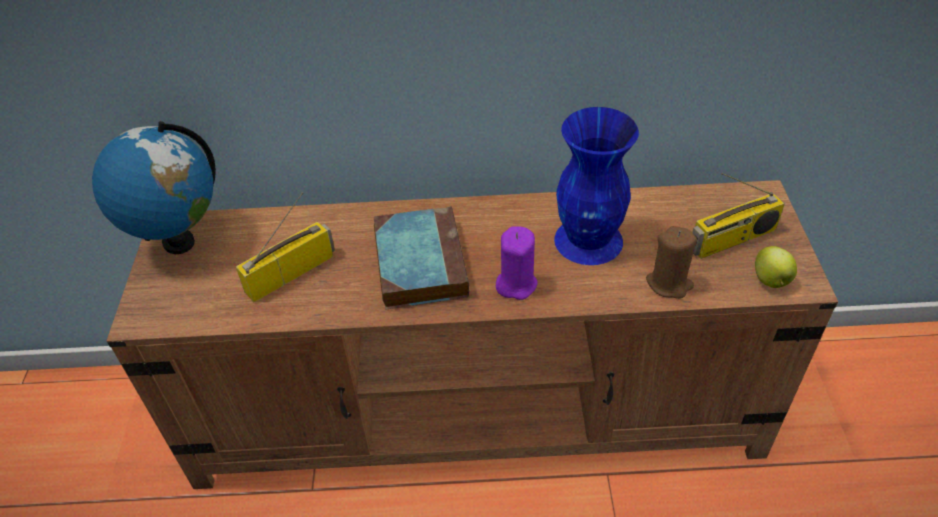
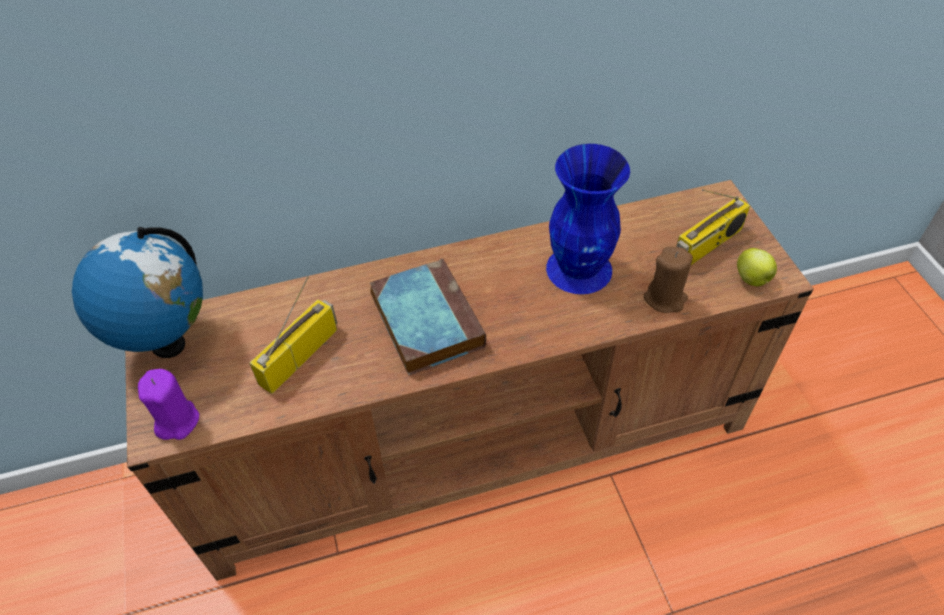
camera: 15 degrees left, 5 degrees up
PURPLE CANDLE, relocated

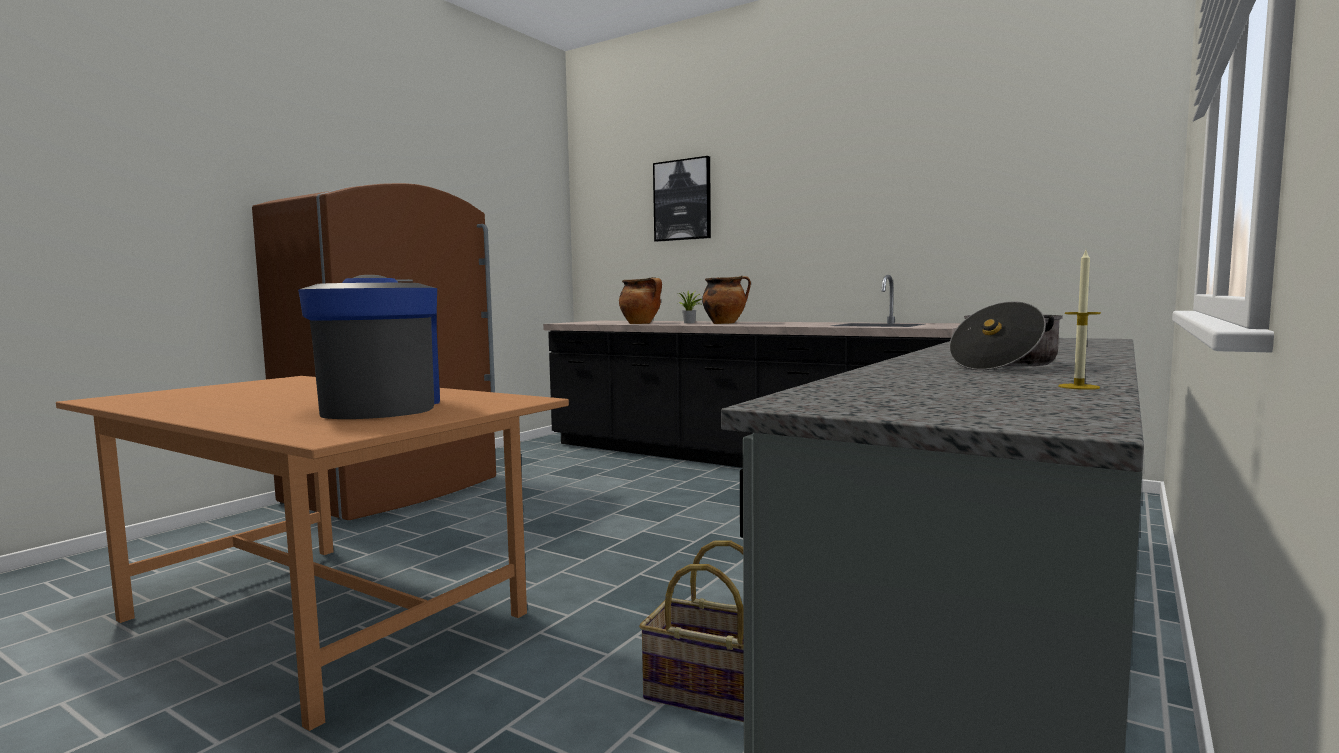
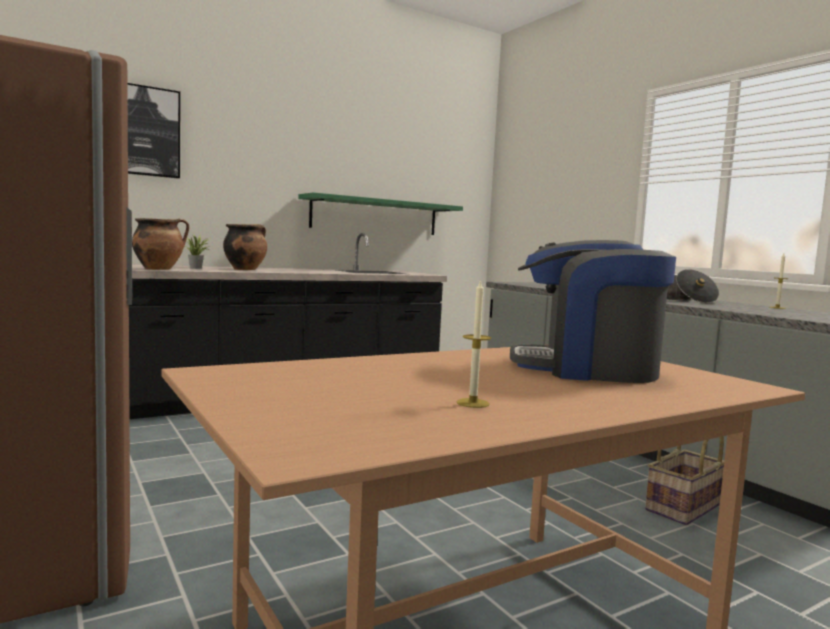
camera: 65 degrees left, 0 degrees up
nothing => GREEN-COLOURED SHELF
nothing => CANDLE (no. 1 from left)

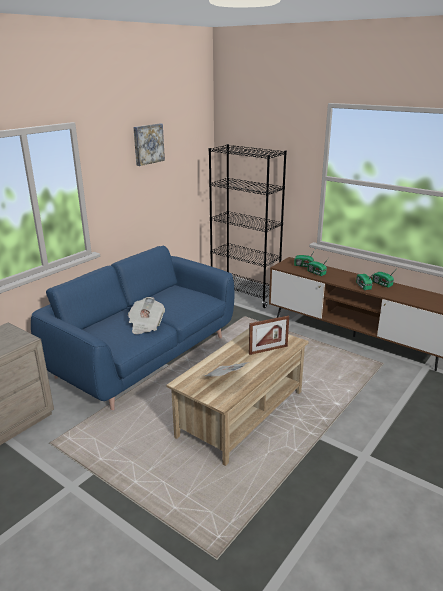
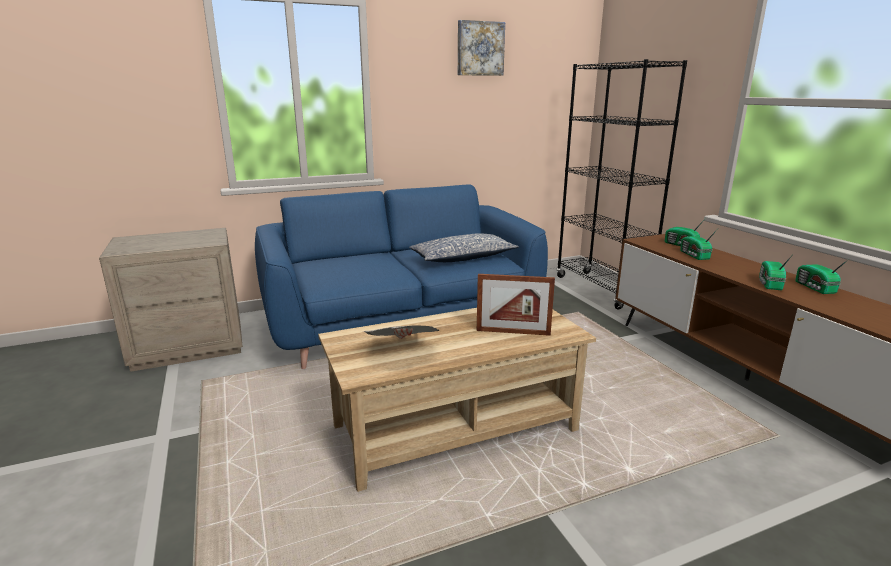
camera: 30 degrees right, 5 degrees down
PRINTED PAPER (no. 1 from left) => nothing
nothing => PILLOW

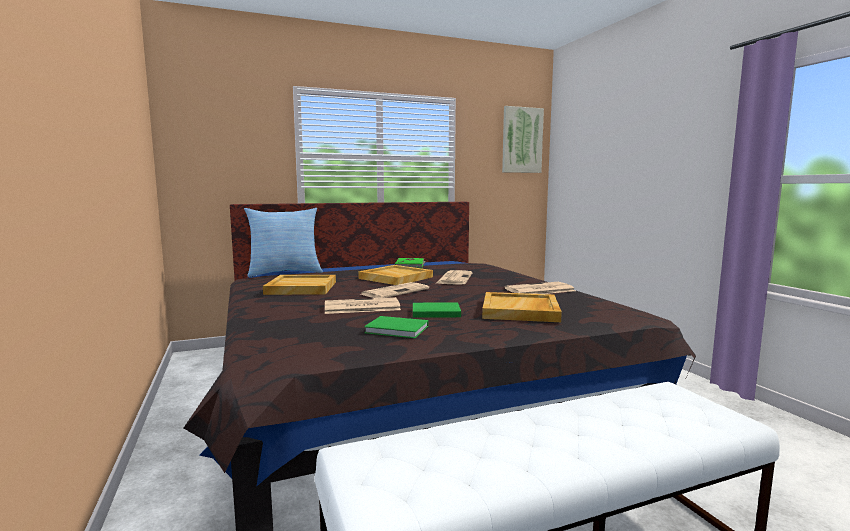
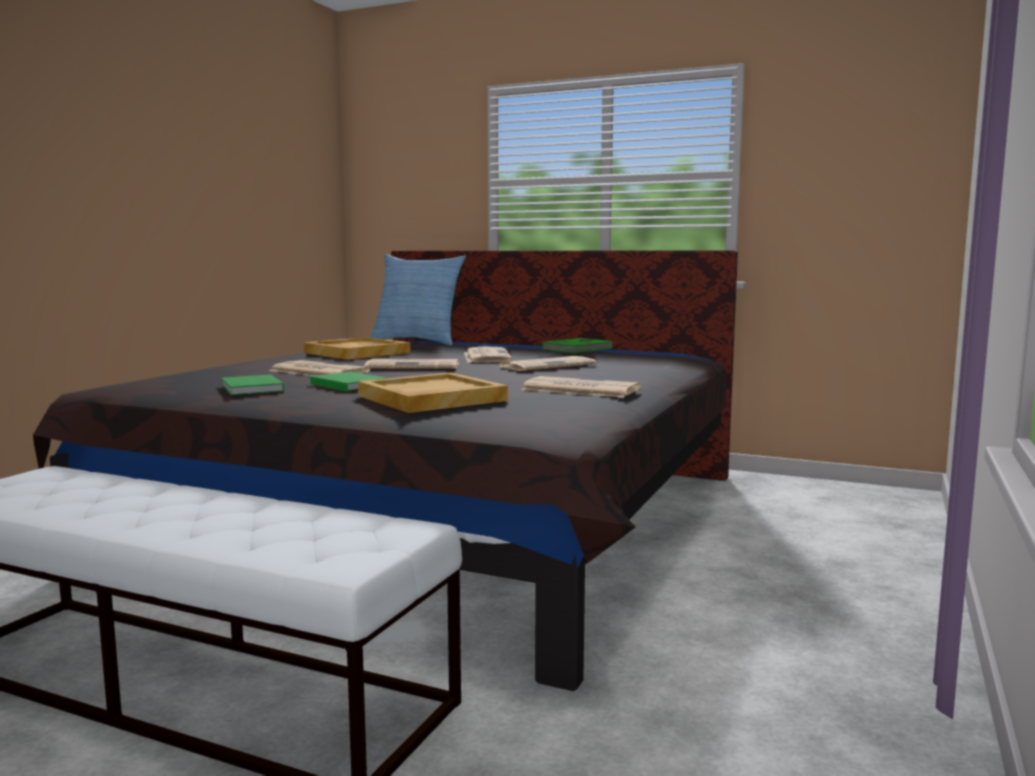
camera: 45 degrees right, 0 degrees up
SAND-COLOURED TRAY (no. 2 from left) => PRINTED PAPER (no. 3 from left)
PICTURE => nothing

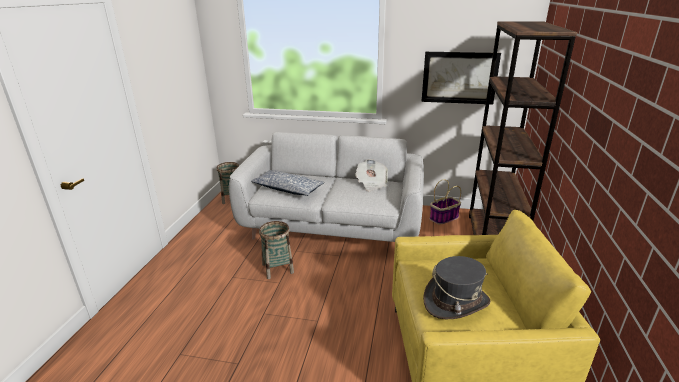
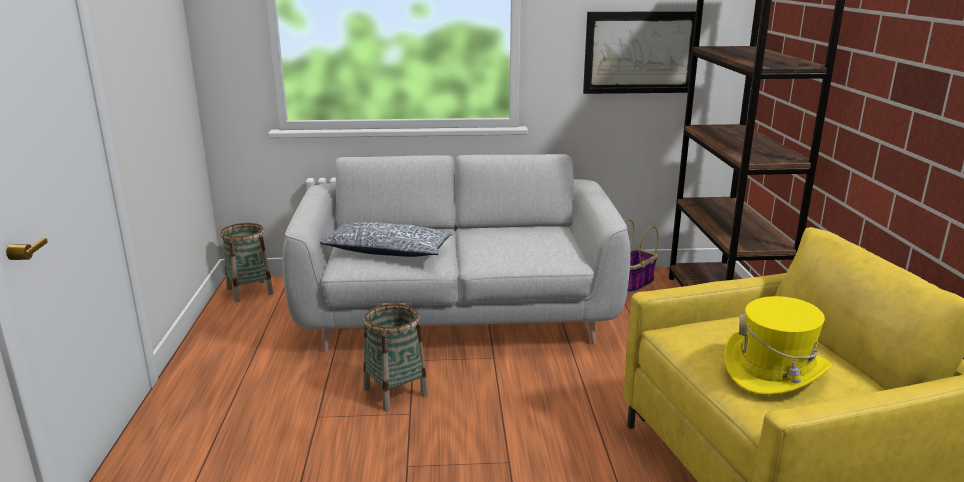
camera: 15 degrees left, 5 degrees down
PRINTED PAPER => nothing
GREY CLOTHING HAT => YELLOW CLOTHING HAT

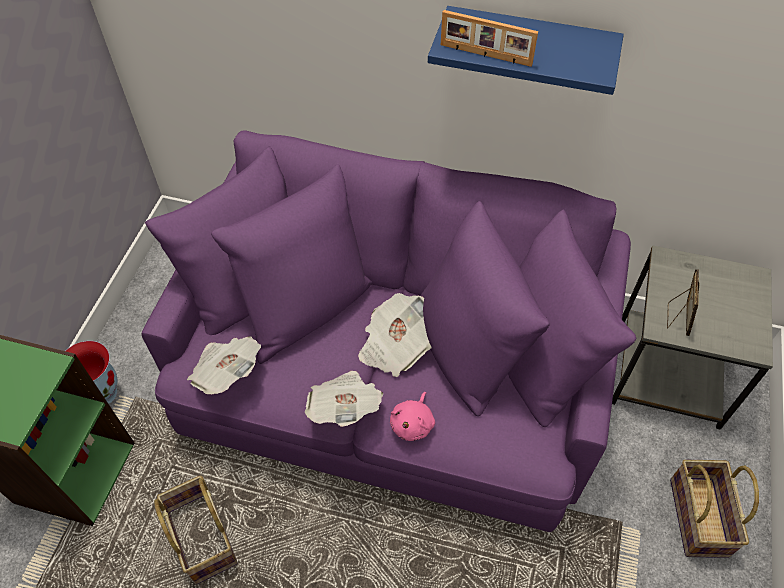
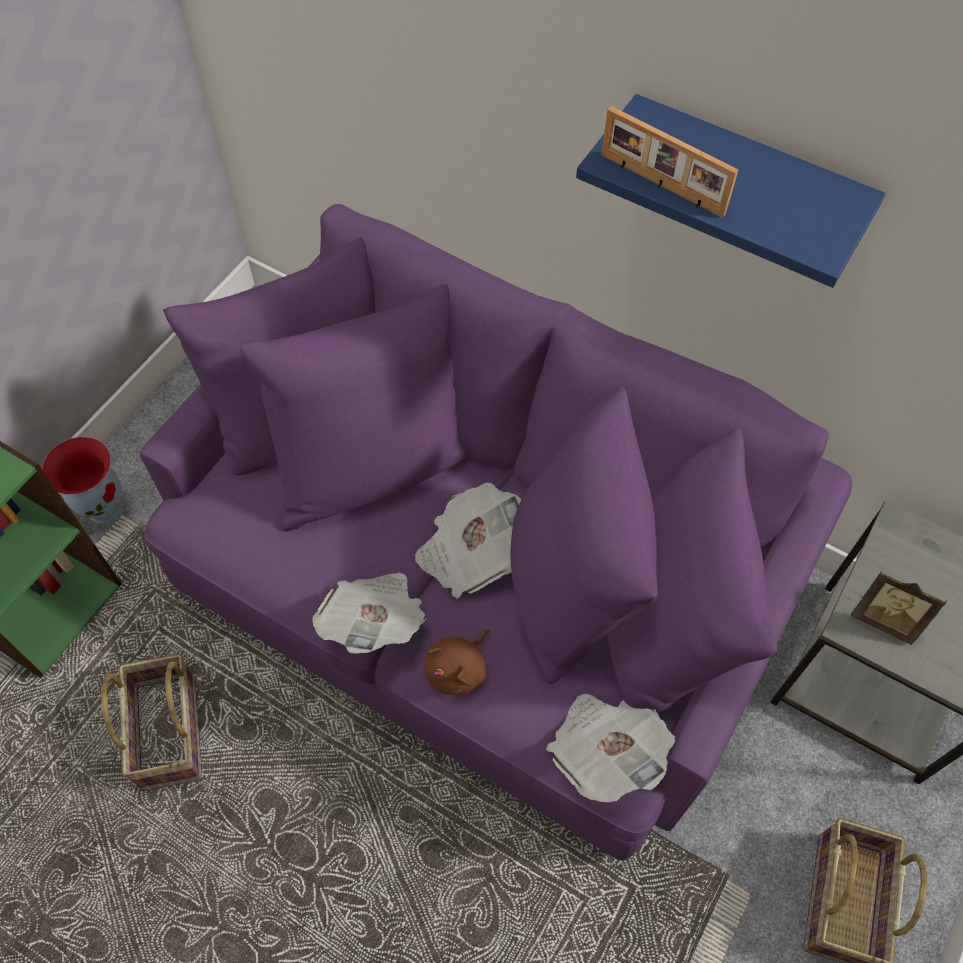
camera: 15 degrees right, 5 degrees up
PRINTED PAPER (no. 1 from left in the first image) => PRINTED PAPER (no. 3 from left), relocated
PINK CUDDLY TOY => BROWNISH CUDDLY TOY
PHOTO FRAME (no. 2 from left), 90 degrees clockwise

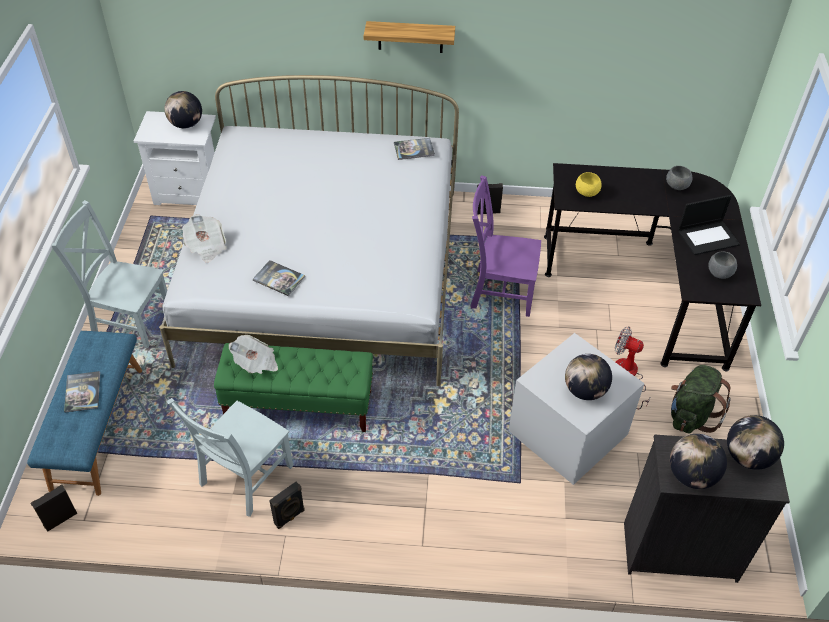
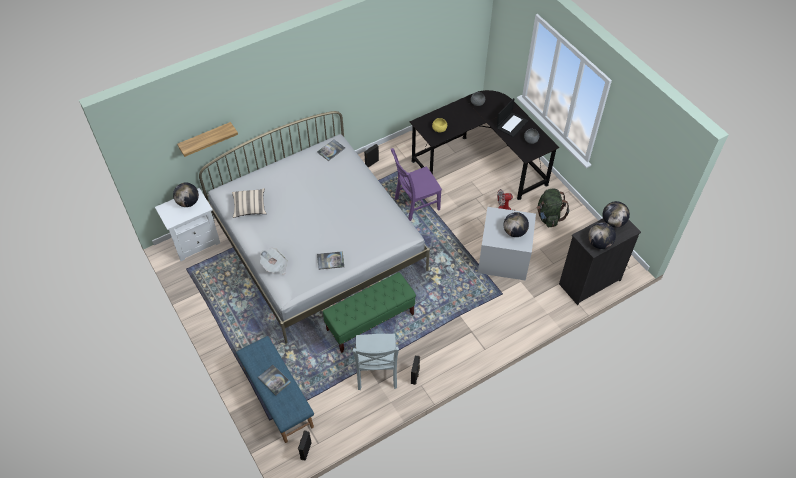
camera: 35 degrees left, 5 degrees up
GREY PLAIN CHAIR (no. 1 from left) => nothing
PRINTED PAPER (no. 2 from left) => nothing
SHELF, relocated
nothing => SAND-COLOURED PILLOW

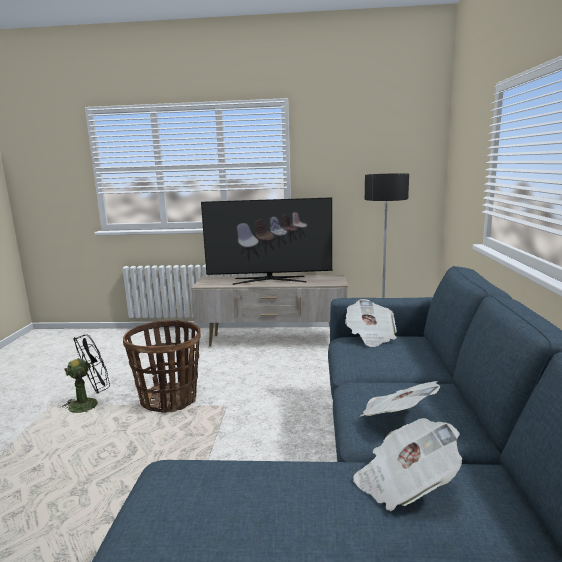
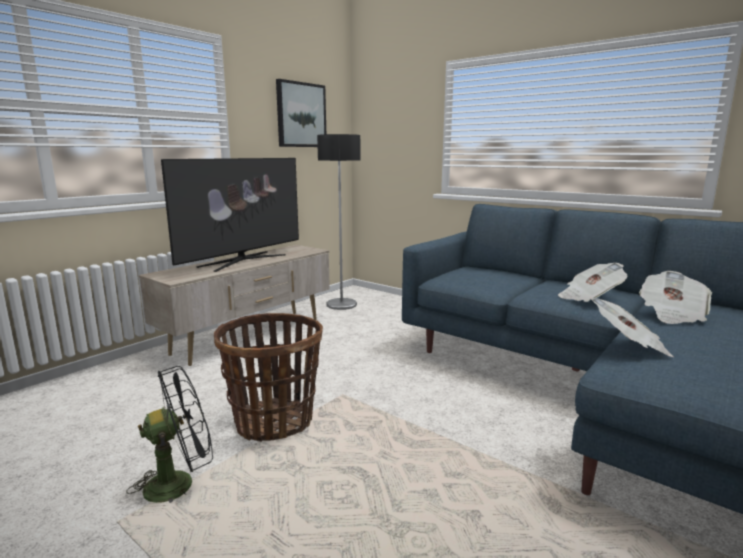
camera: 55 degrees left, 0 degrees up
BLACKISH COOLING FAN, 60 degrees clockwise
PRINTED PAPER (no. 1 from left in the first image) => PRINTED PAPER (no. 2 from left), relocated
nothing => PICTURE

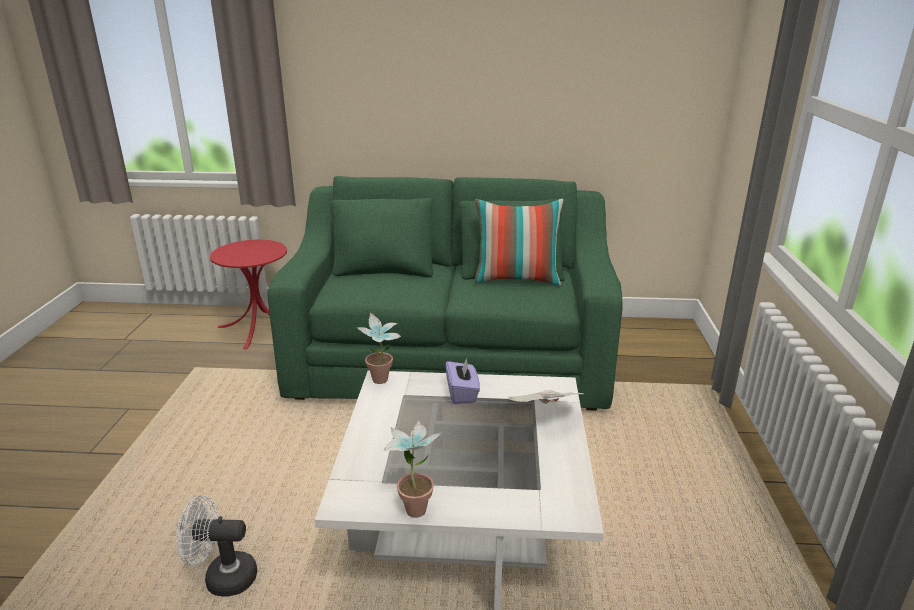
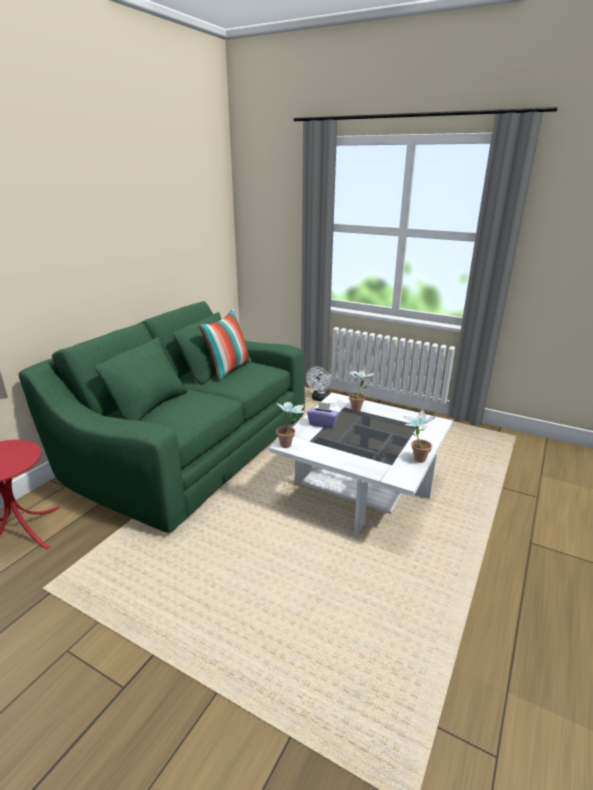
camera: 65 degrees left, 0 degrees up
WHITISH COOLING FAN, relocated
PRINTED PAPER => HOUSEPLANT (no. 2 from left)

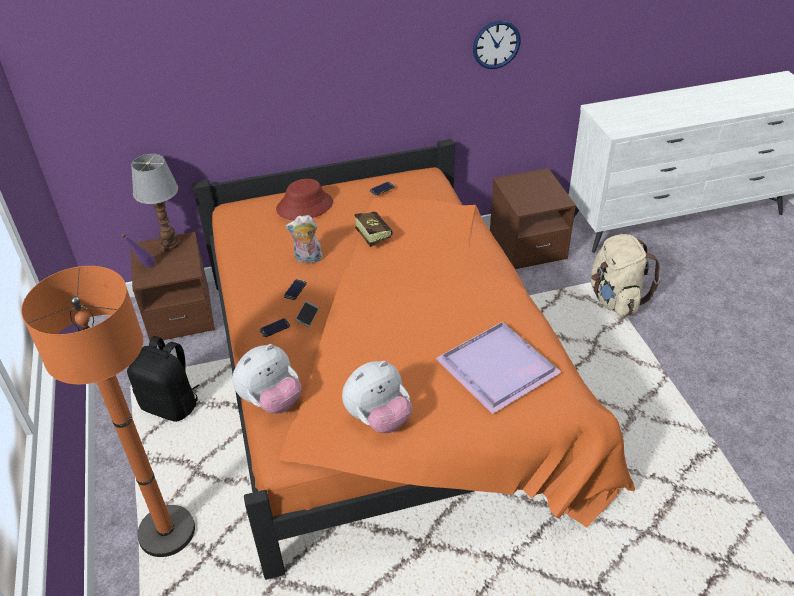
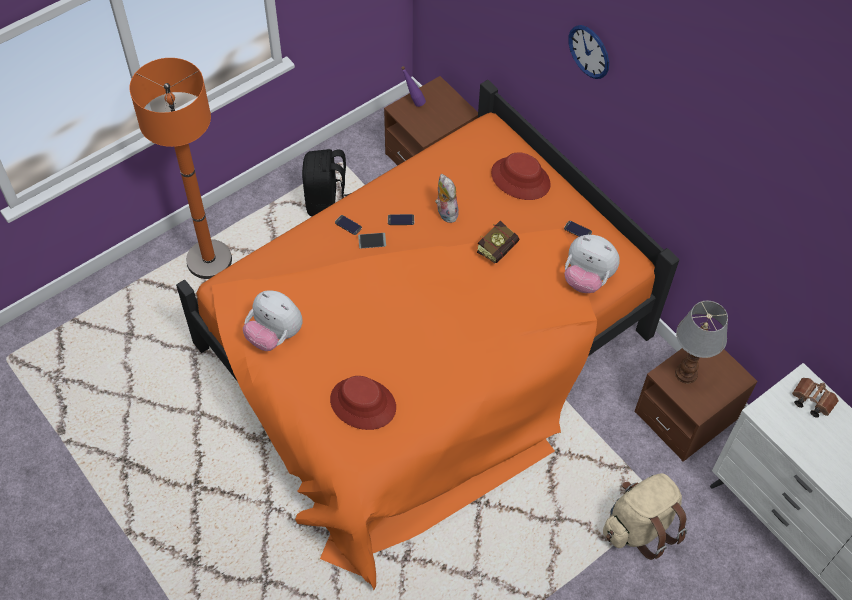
camera: 65 degrees right, 15 degrees up
TABLE LAMP, relocated
CUDDLY TOY (no. 1 from left in the first image) => CUDDLY TOY (no. 3 from left), relocated
PURPLE TRAY => REDDISH CLOTHING HAT (no. 1 from left)
CLOCK ON THE WALL, relocated
nothing => BROWNISH PAIR OF BINOCULARS

